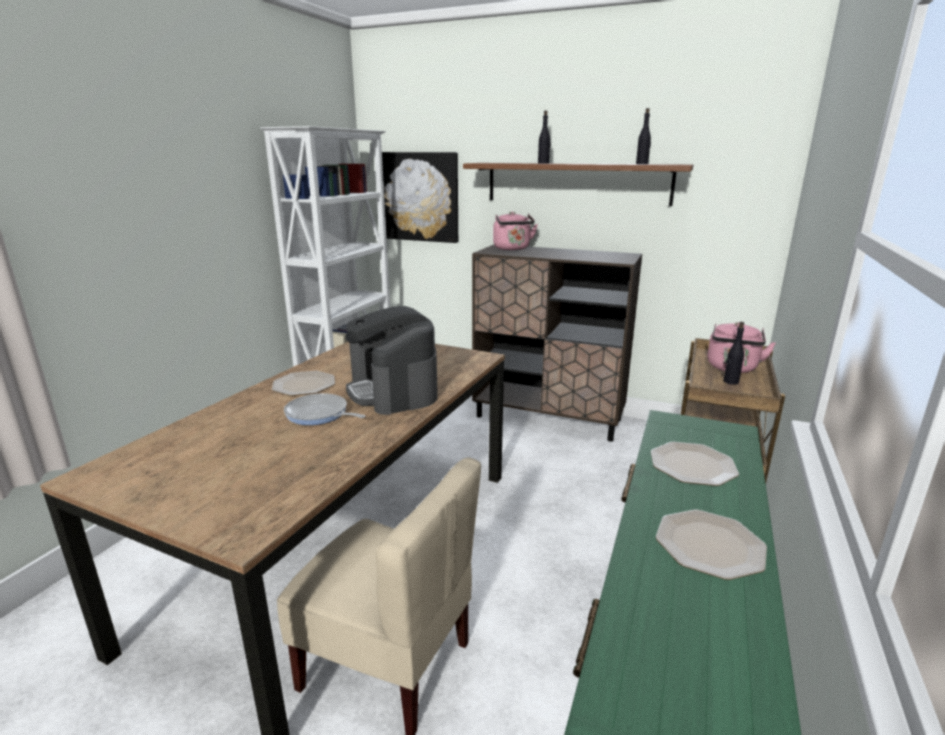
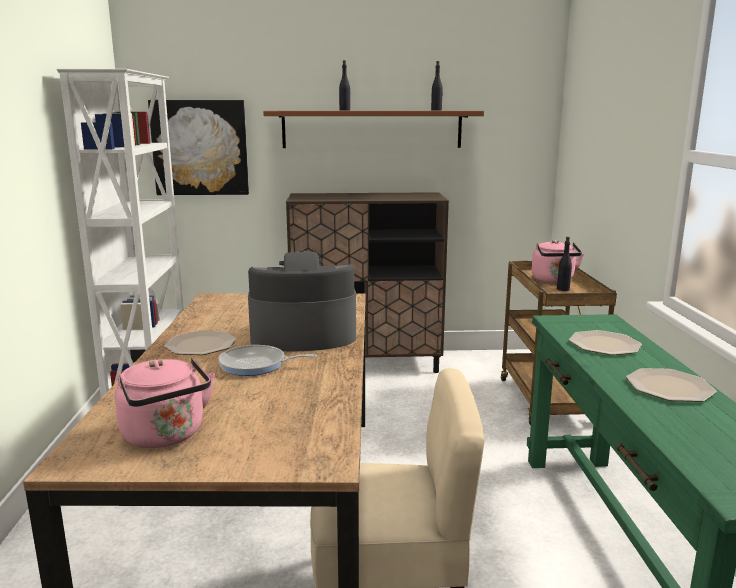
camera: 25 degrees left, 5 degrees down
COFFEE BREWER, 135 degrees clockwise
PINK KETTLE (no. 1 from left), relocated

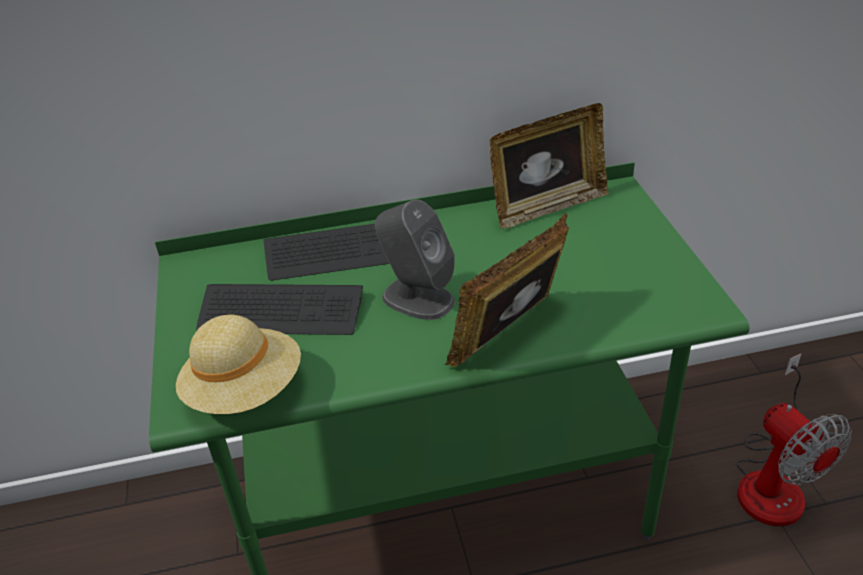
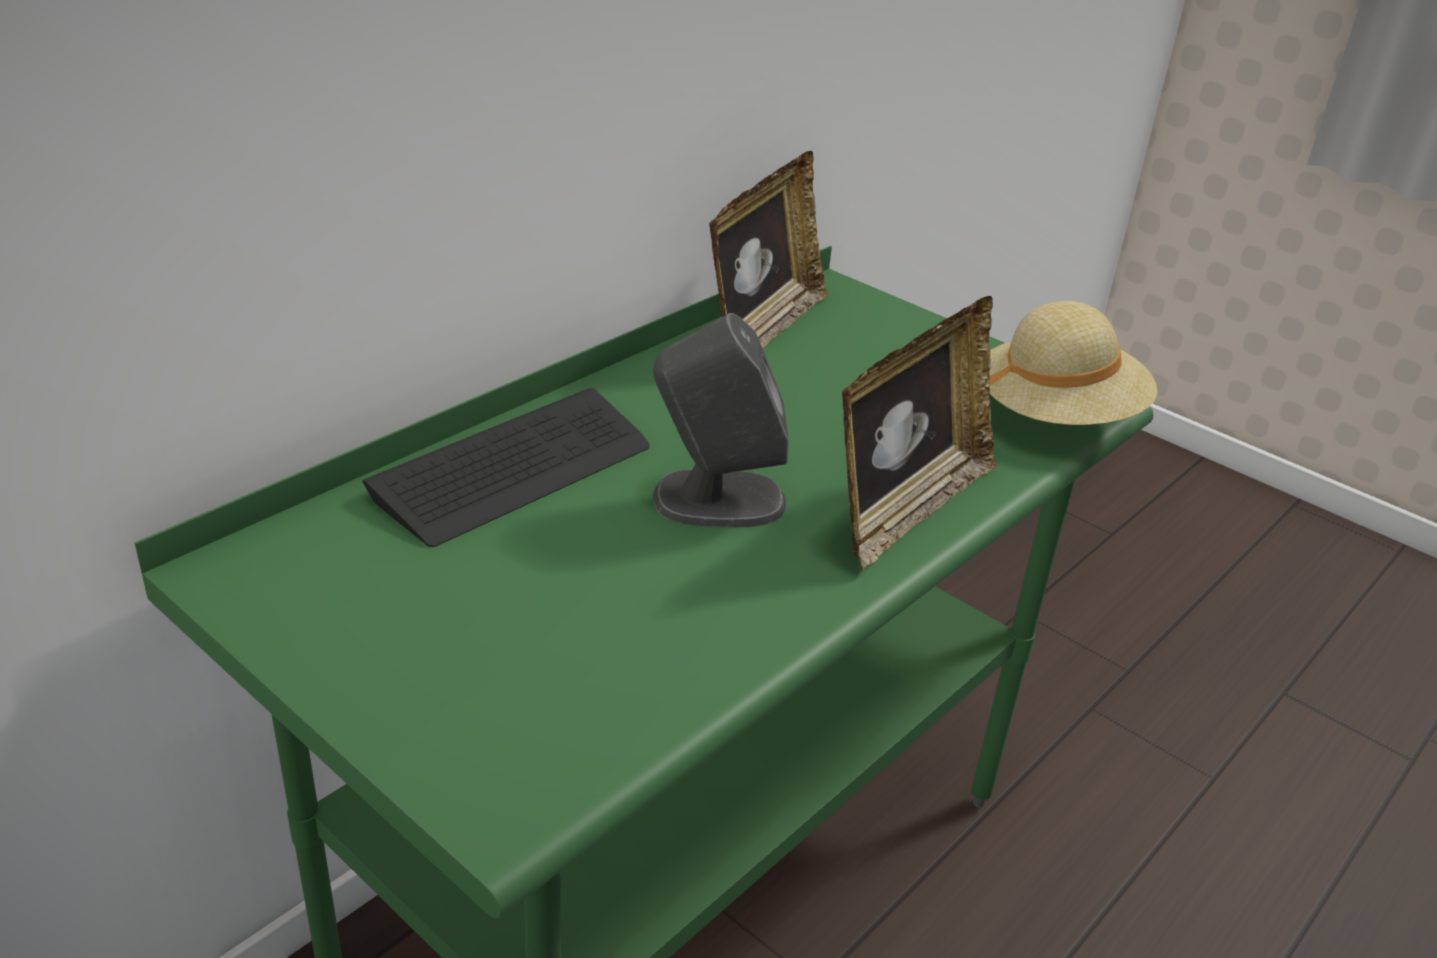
camera: 40 degrees left, 5 degrees down
SAND-COLOURED CLOTHING HAT, relocated
COMPUTER KEYBOARD (no. 1 from left) => nothing
PHOTO FRAME (no. 1 from left in the first image) => PHOTO FRAME (no. 2 from left), 150 degrees counterclockwise
COOLING FAN => nothing

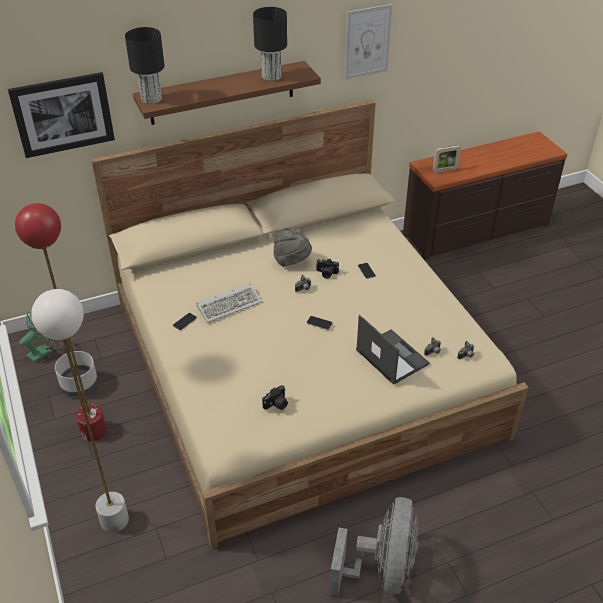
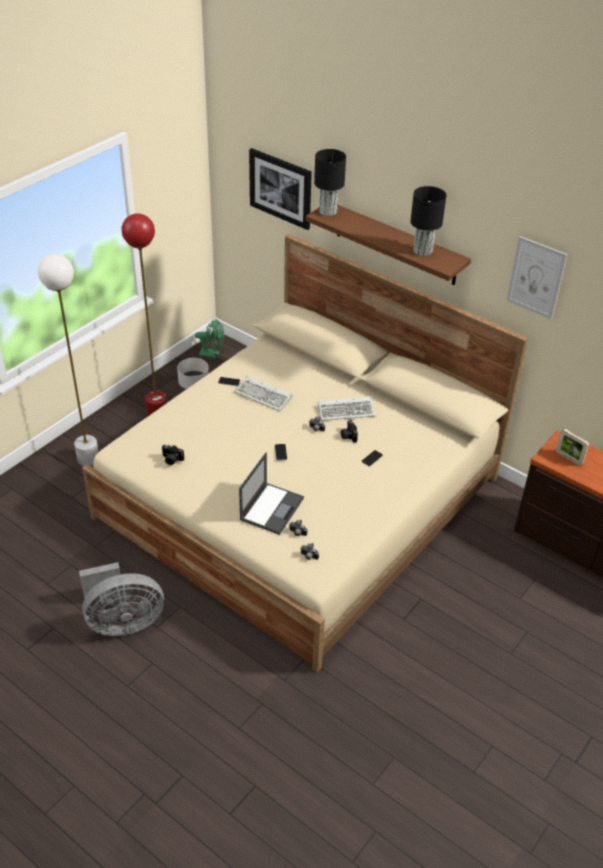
camera: 60 degrees right, 0 degrees up
GREY CLOTHING HAT => COMPUTER KEYBOARD (no. 2 from left)

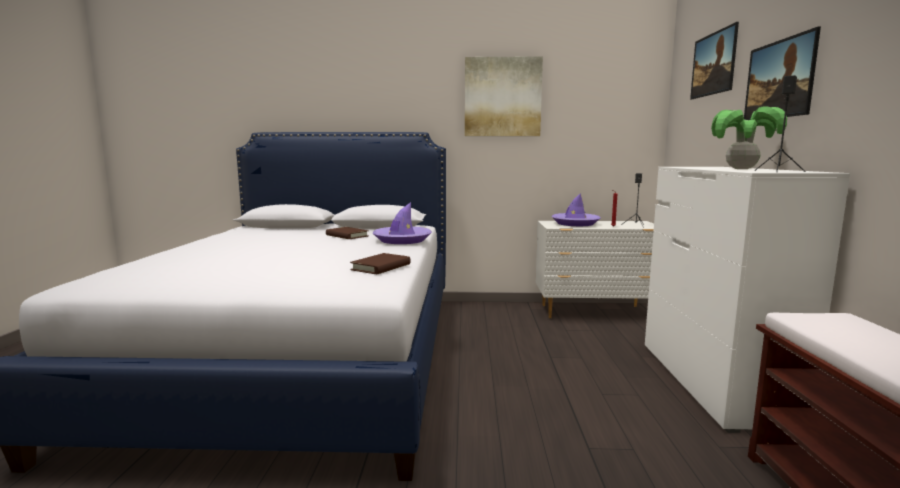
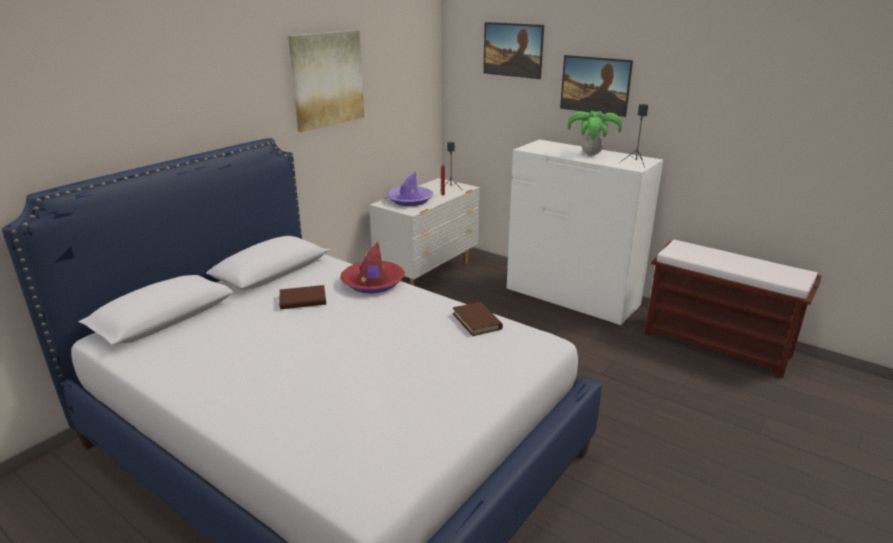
camera: 55 degrees left, 15 degrees up
PURPLE CLOTHING HAT (no. 1 from left) => REDDISH CLOTHING HAT

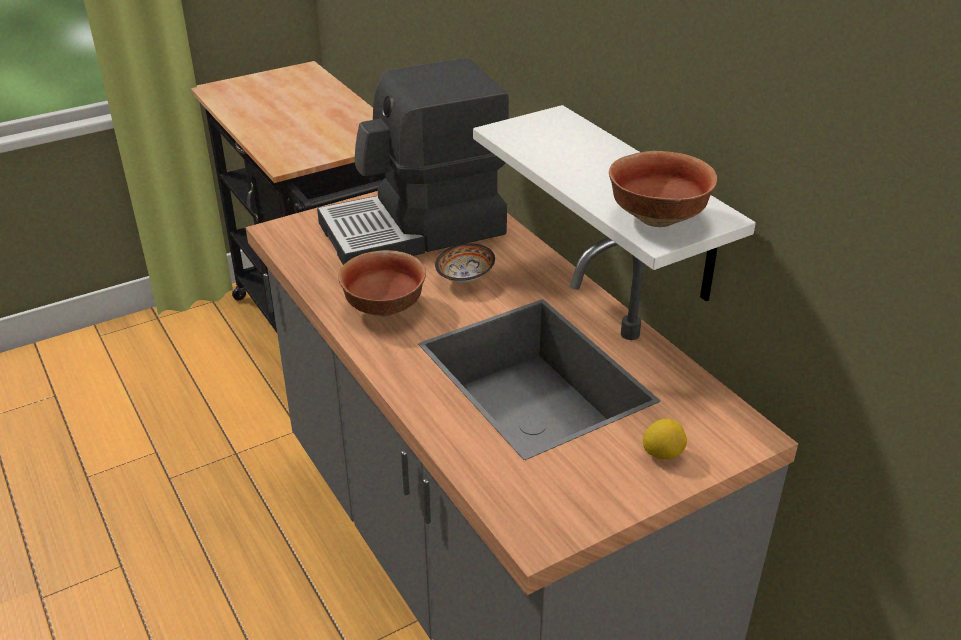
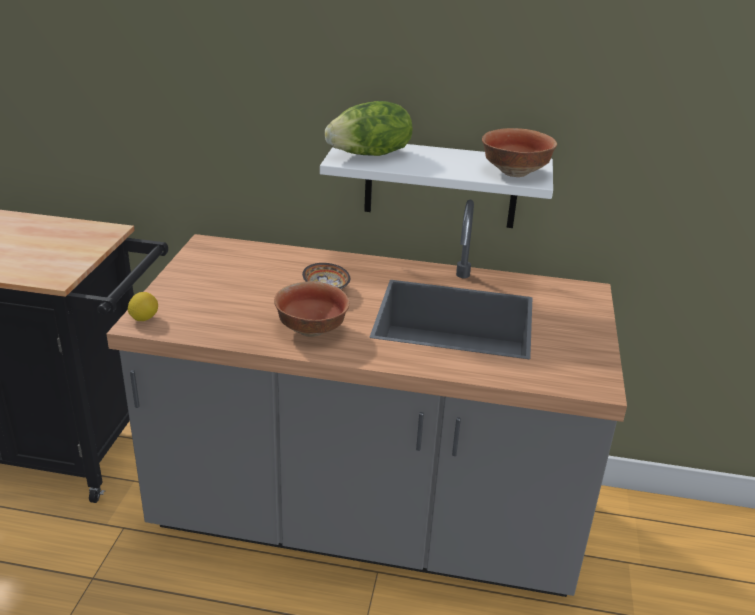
camera: 50 degrees left, 5 degrees down
COFFEE BREWER => nothing
WHOLE LEMON, relocated
nothing => LETTUCE HEAD

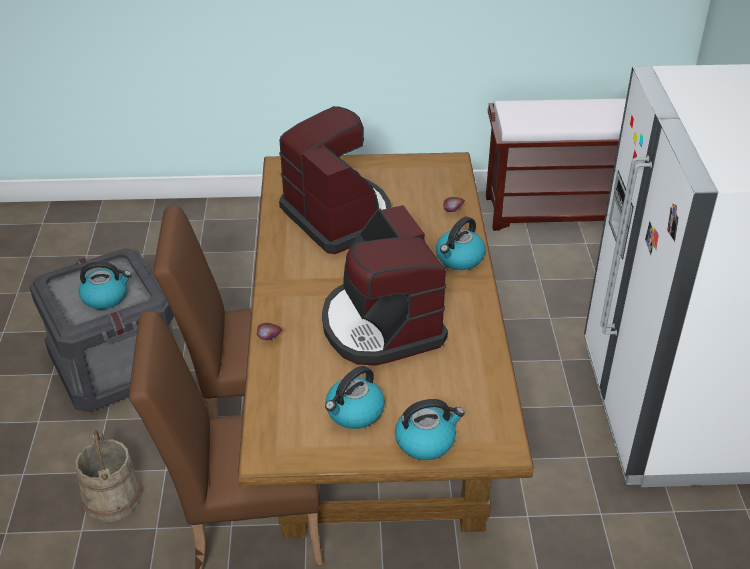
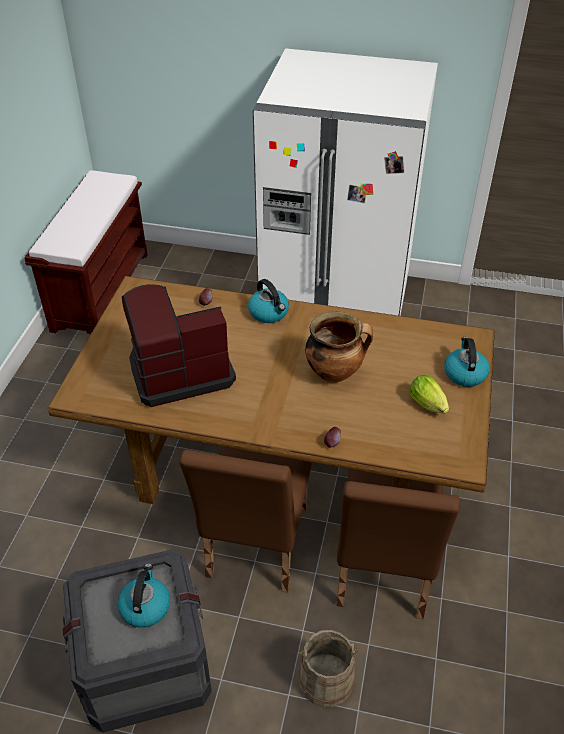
camera: 75 degrees left, 5 degrees up
COFFEE BREWER (no. 2 from left) => STOCKPOT
KETTLE (no. 2 from left) => LETTUCE HEAD

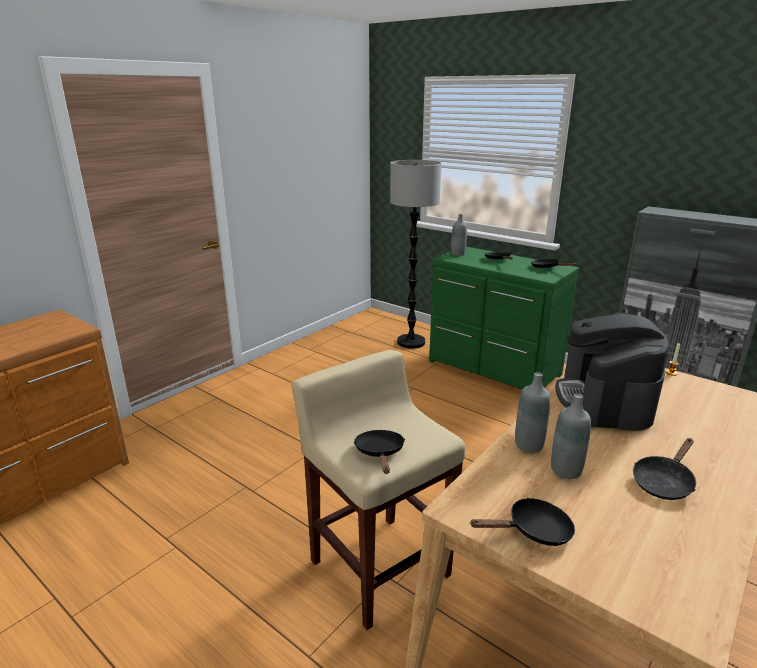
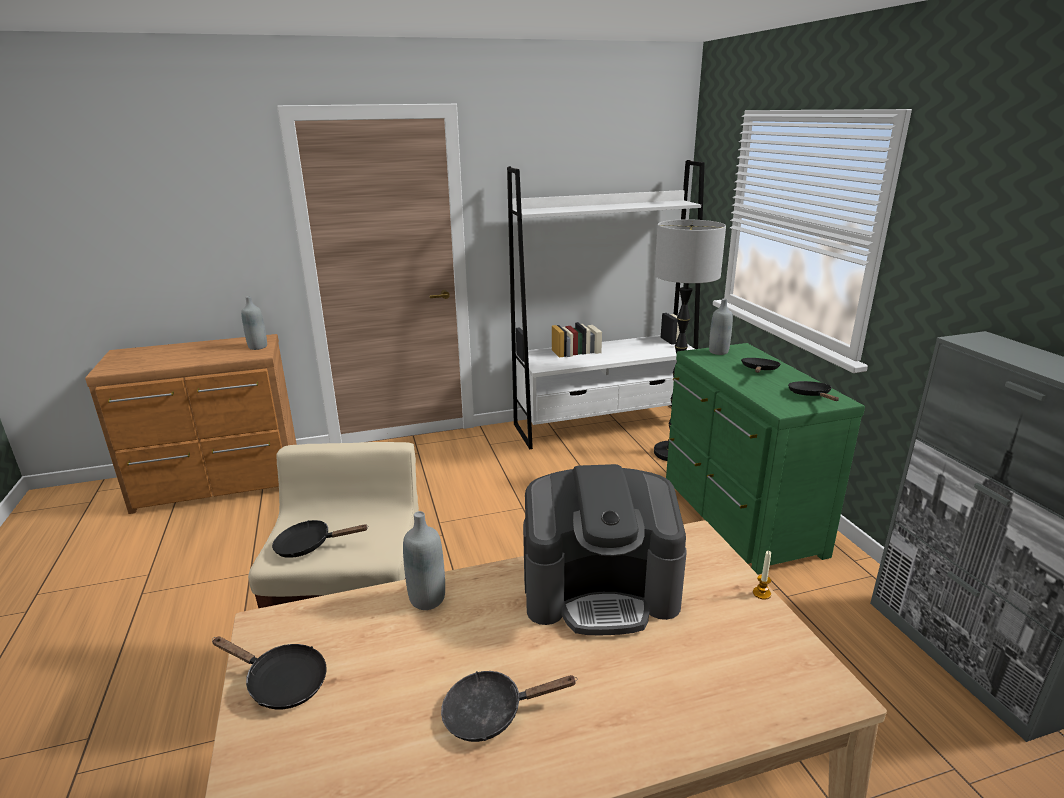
camera: 35 degrees right, 0 degrees up
BLACKISH PAN (no. 1 from left in the first image) => BLACKISH PAN (no. 2 from left), 120 degrees counterclockwise
GREY BEVERAGE BOTTLE (no. 3 from left in the first image) => GREY BEVERAGE BOTTLE (no. 1 from left), relocated
COFFEE BREWER, 135 degrees counterclockwise
nothing => WHITISH BOOKCASE

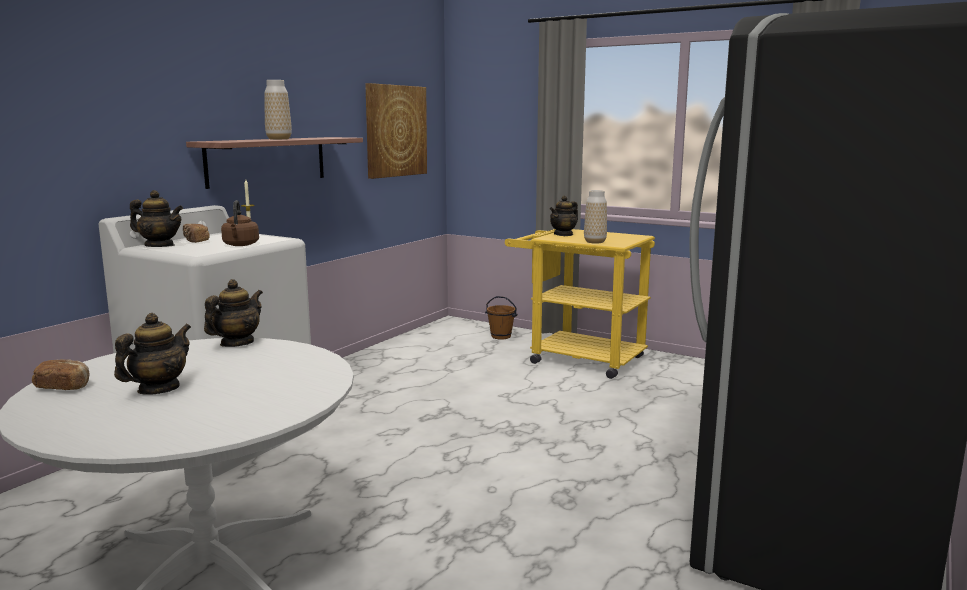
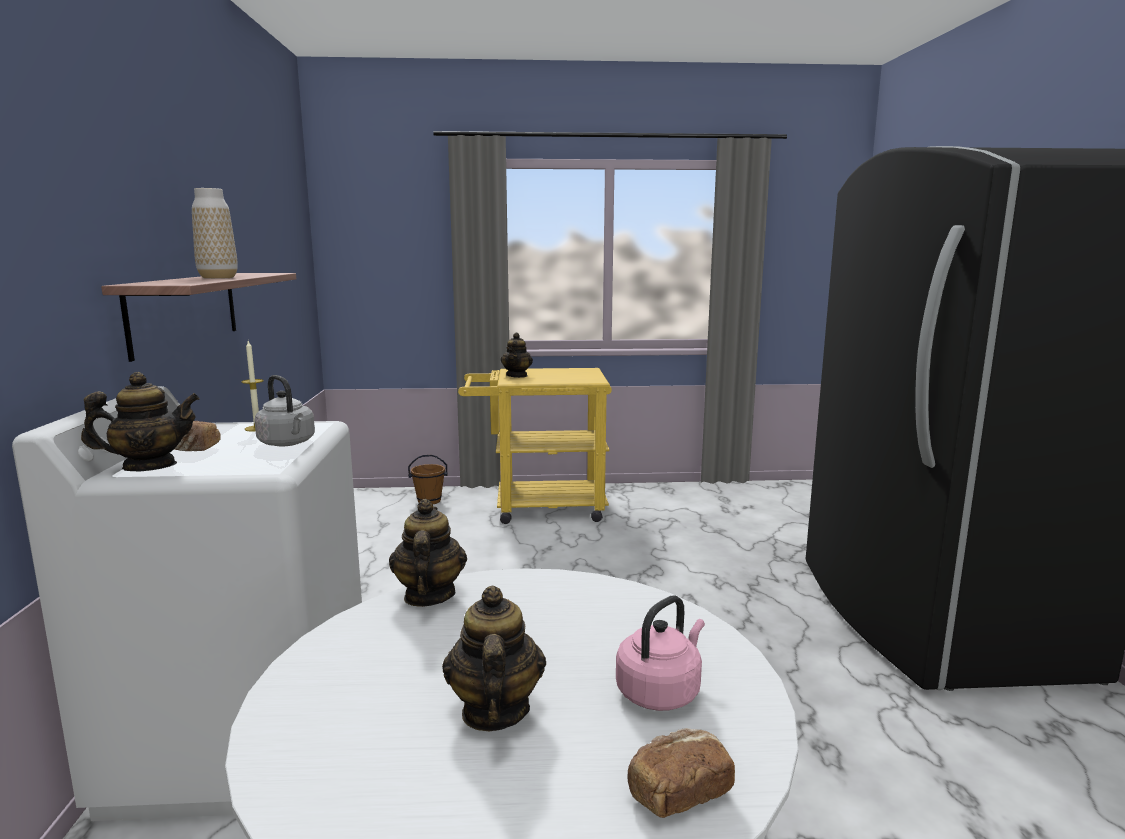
camera: 35 degrees left, 0 degrees up
BAKED BREAD (no. 1 from left in the first image) => BAKED BREAD (no. 2 from left), relocated
BROWNISH KETTLE => GREY KETTLE
PICTURE => nothing
DECORATIVE VASE (no. 2 from left) => nothing
nothing => PINK KETTLE

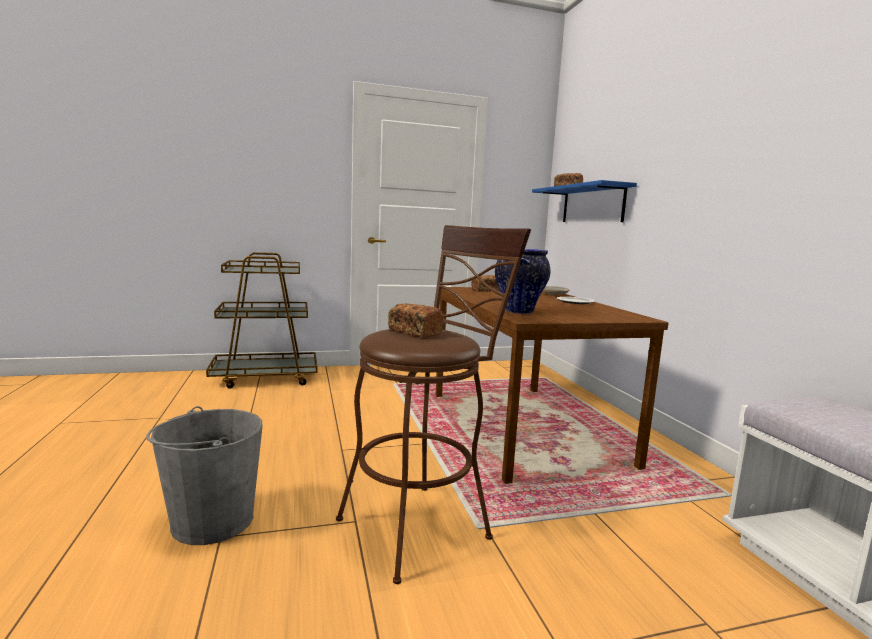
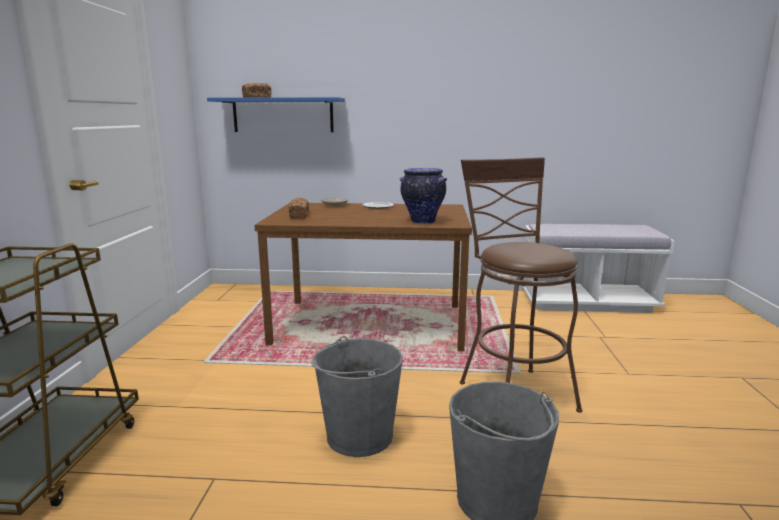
camera: 70 degrees left, 5 degrees up
BAKED BREAD (no. 1 from left) => nothing
nothing => GREY WATER BUCKET (no. 1 from left)

